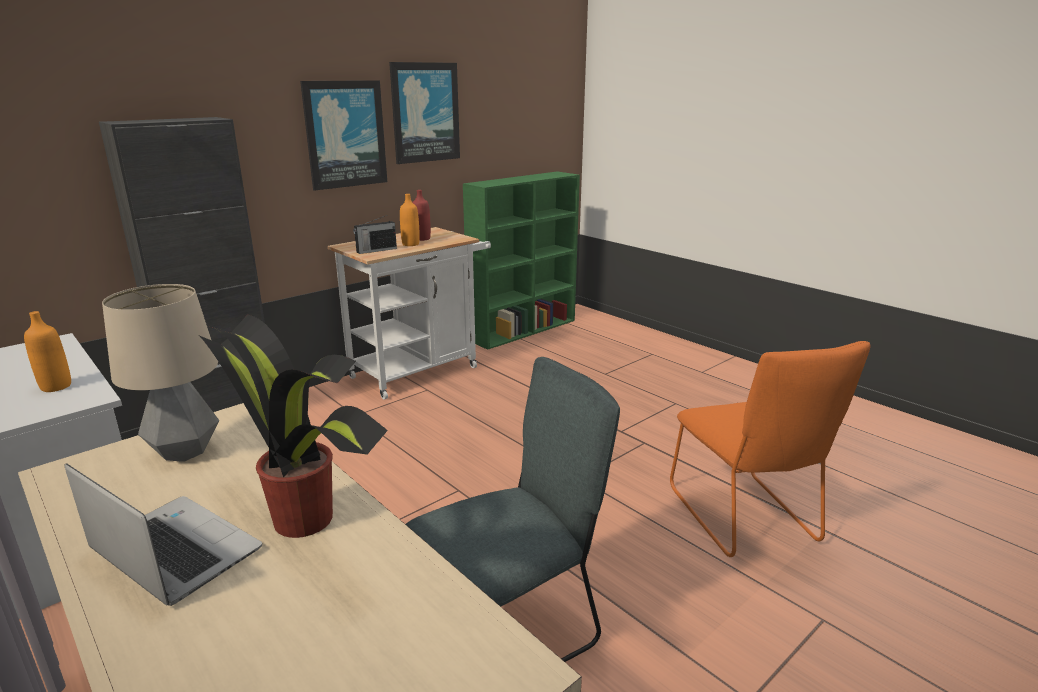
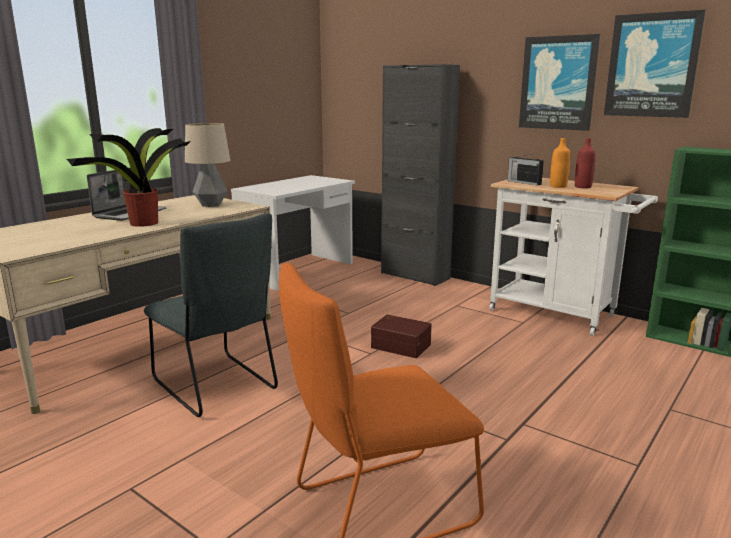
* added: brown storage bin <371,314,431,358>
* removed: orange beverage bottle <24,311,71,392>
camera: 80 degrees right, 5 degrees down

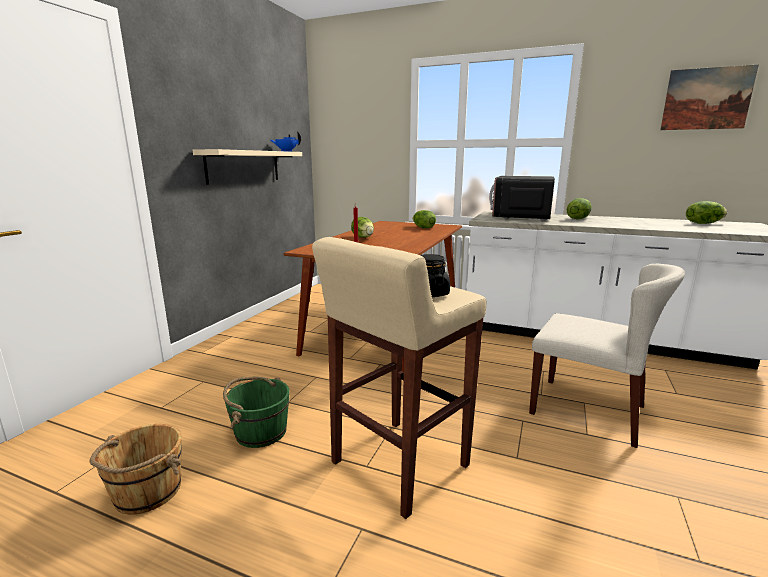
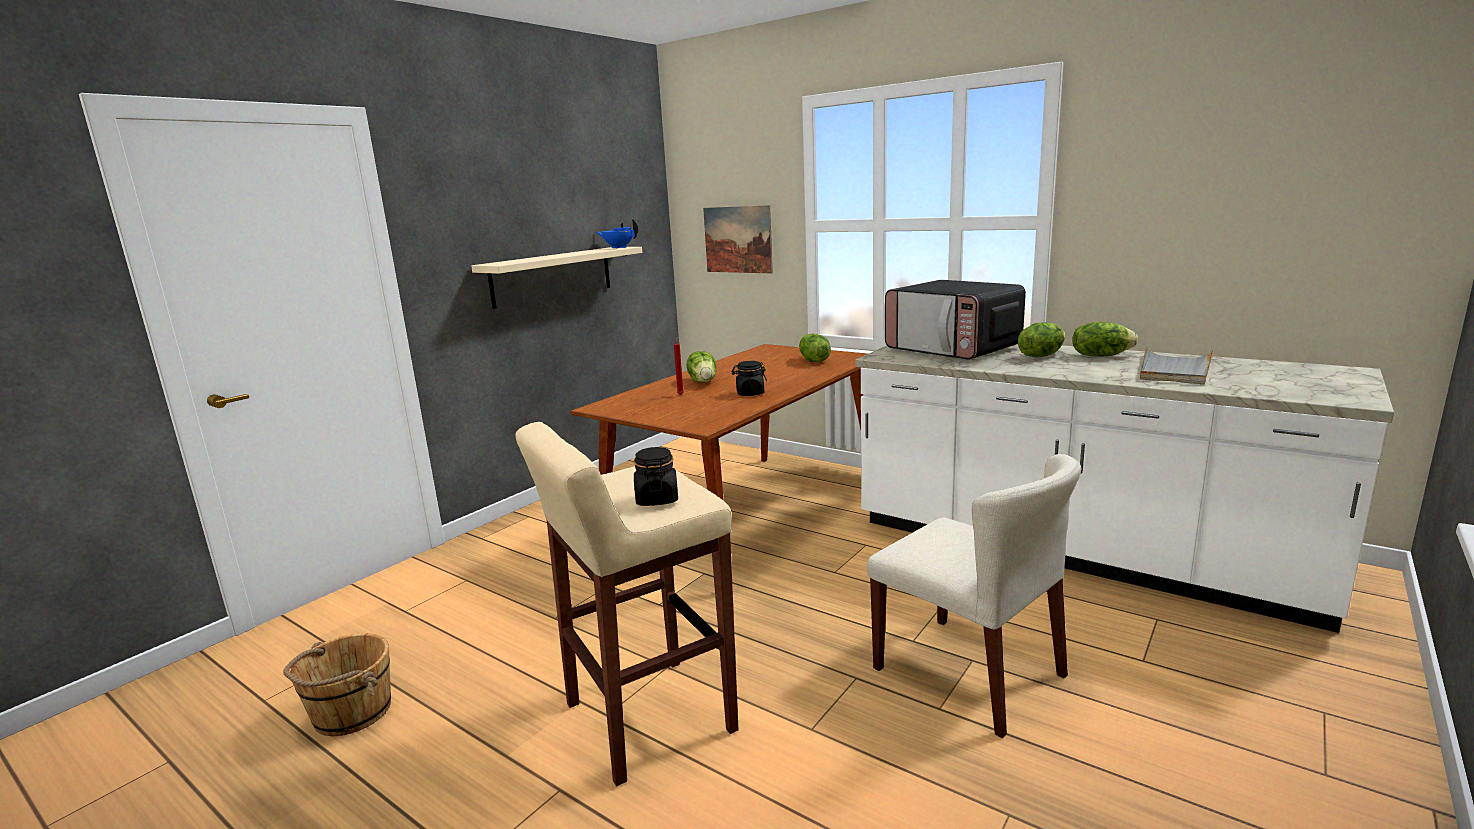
* moved: wall art <660,65,759,130> to <703,205,773,273>
* added: black jar <731,361,767,396>
* turned: kitchen microwave <489,176,555,220> = <885,280,1026,360> 75 degrees counterclockwise
* moved: head of lettuce <686,201,727,224> to <1072,322,1138,357>
* added: gray serving tray <1140,346,1214,384>
* removed: green water bucket <223,376,290,448>
camera: 15 degrees right, 0 degrees up

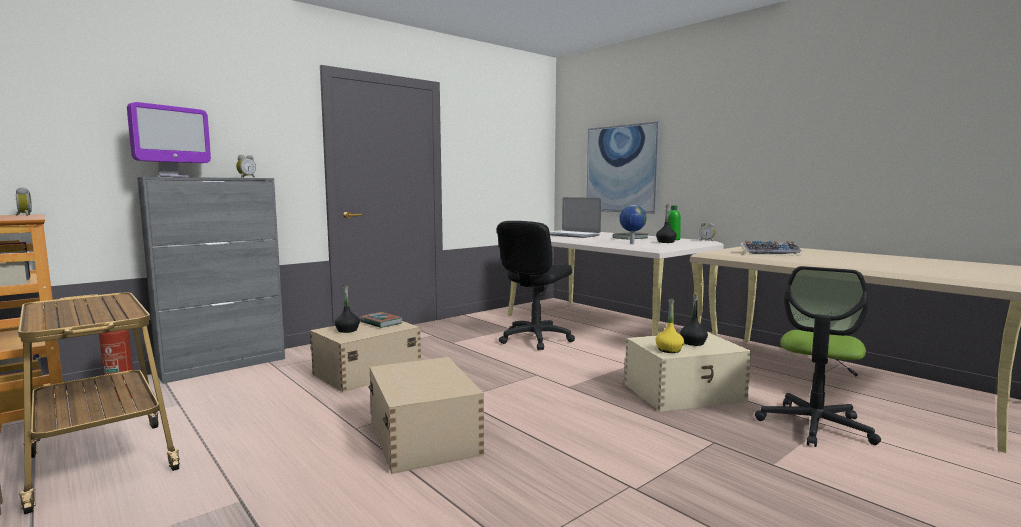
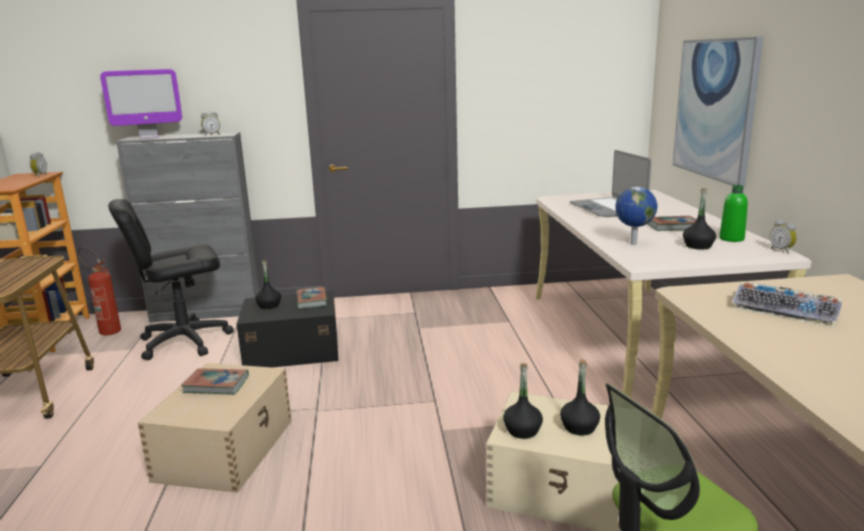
* moved: black computer chair <497,221,575,350> to <108,199,234,360>
* added: bound book <181,368,249,395>
* recoloured: beige-coloured storage bin <310,321,421,392> to black storage bin <236,291,338,368>
* recoloured: yellowish beverage bottle <656,299,684,353> to black beverage bottle <503,363,543,439>
camera: 35 degrees right, 10 degrees up

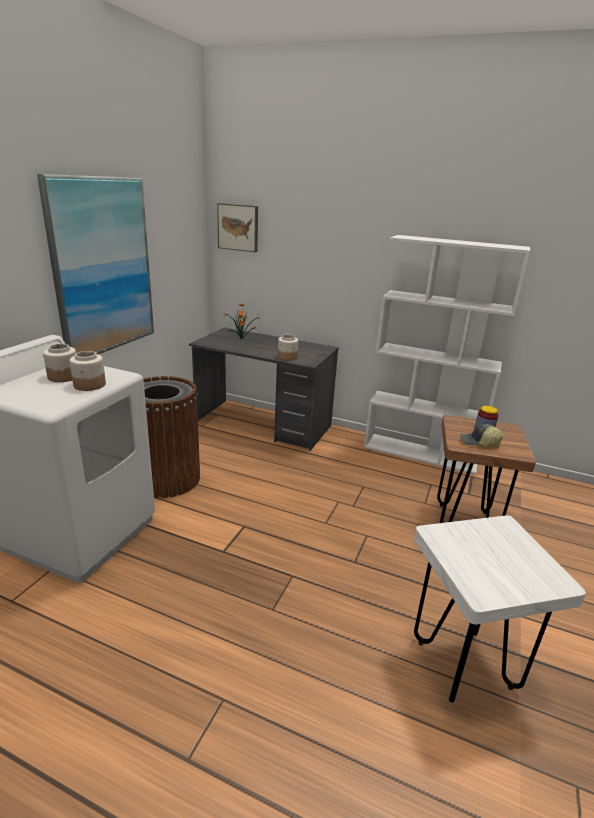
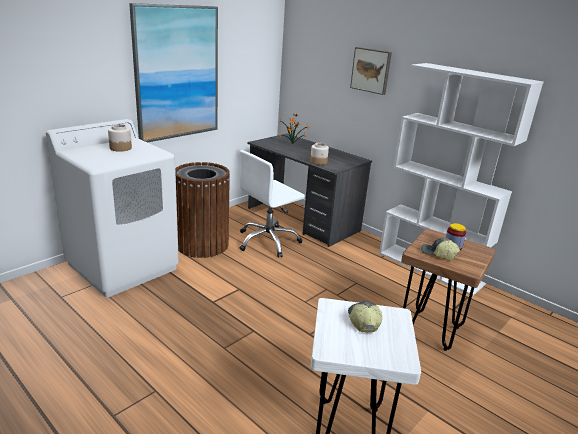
* added: white-coloured computer chair <240,150,305,258>
* added: peaked cap <348,301,382,332>
* moved: wall art <217,203,258,252> to <350,47,392,95>
* removed: jar <70,351,106,391>
camera: 20 degrees right, 0 degrees up

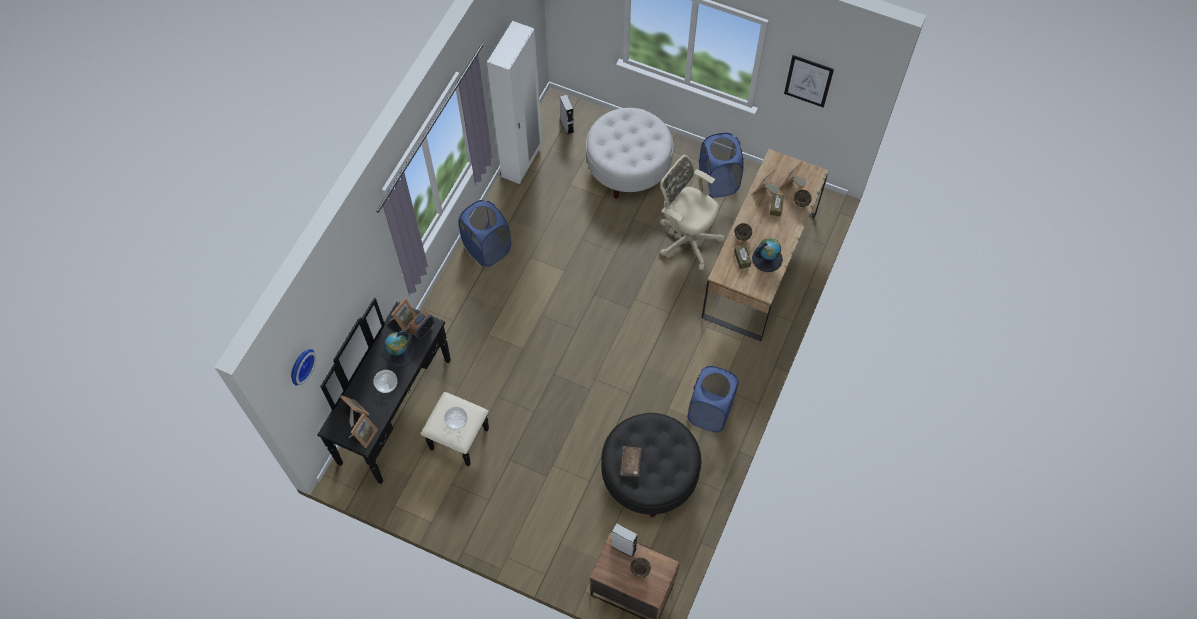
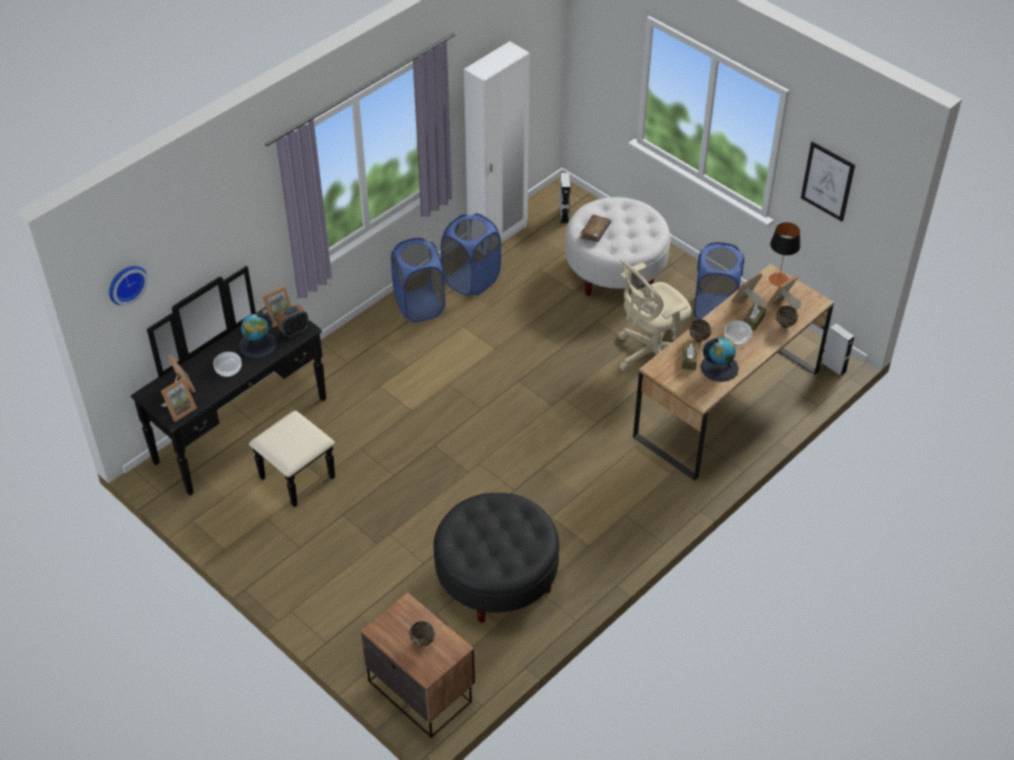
* moved: blue hamper <688,366,739,433> to <441,214,501,296>
* moved: brown bound book <620,446,642,477> to <580,214,611,242>
* turned: beige-coloured computer chair <660,155,724,270> = <619,259,691,371> 90 degrees counterclockwise
* moved: deep dish <444,407,467,430> to <724,320,752,345>
* added: table lamp <769,222,800,287>
* moved: gray audio speaker <611,523,638,557> to <822,323,855,377>
camera: 20 degrees right, 15 degrees down

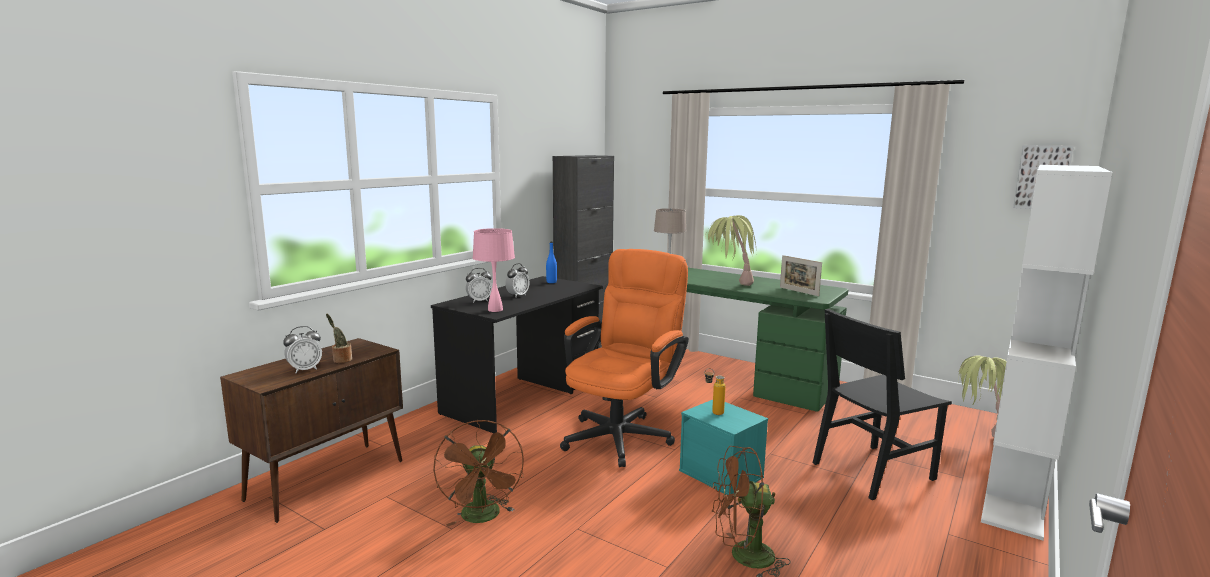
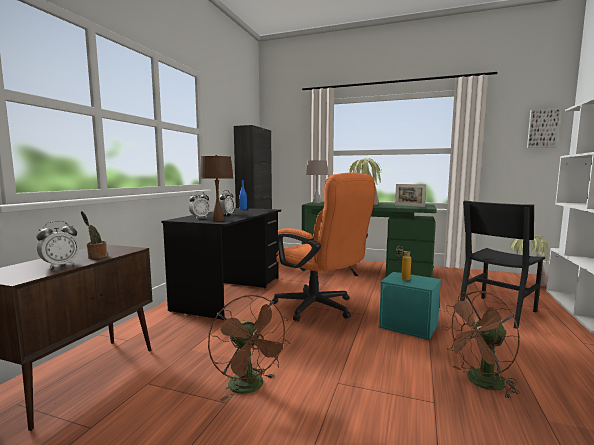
* recoloured: pink-coloured table lamp <473,228,515,312> to brown table lamp <200,155,233,221>
* turned: orange computer chair <560,249,689,467> = <272,172,375,321> 120 degrees clockwise
camera: 15 degrees left, 5 degrees down

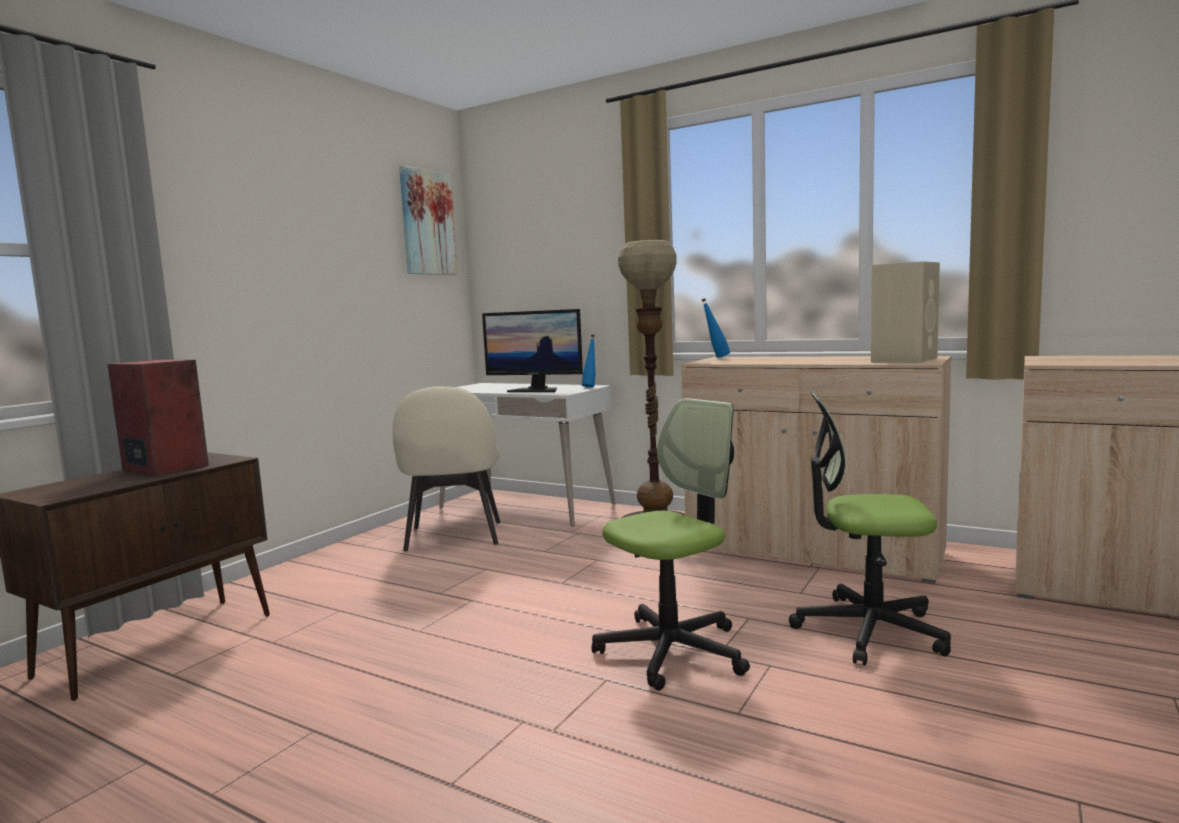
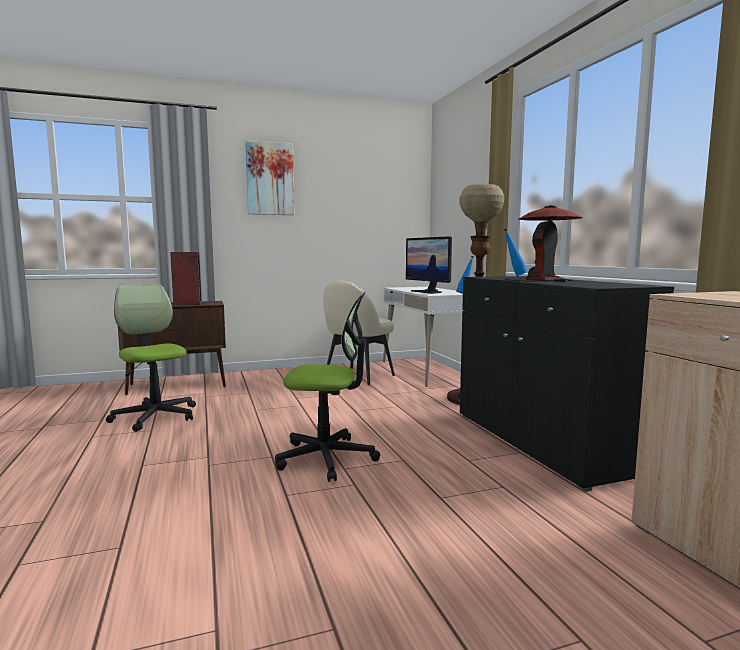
* moved: computer chair <789,391,951,666> to <106,283,196,432>
* moved: wall art <399,165,458,275> to <245,140,295,215>
* recoloured: beige-coloured storage cabinet <681,356,951,583> to black storage cabinet <460,276,674,492>
* added: table lamp <506,205,583,282>
* removed: beige-coloured audio speaker <871,261,940,363>
camera: 40 degrees right, 0 degrees up

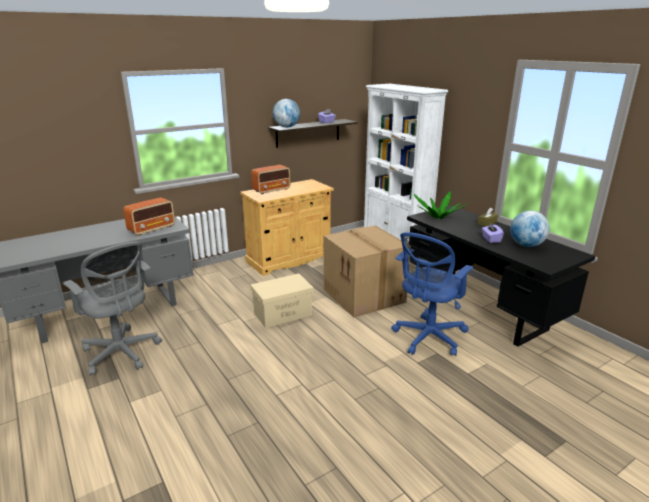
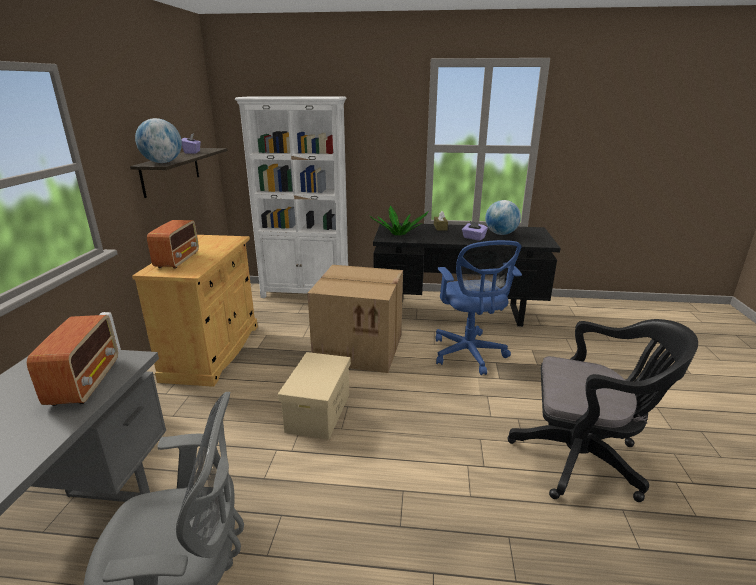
* added: black computer chair <507,319,698,502>
camera: 50 degrees left, 0 degrees up

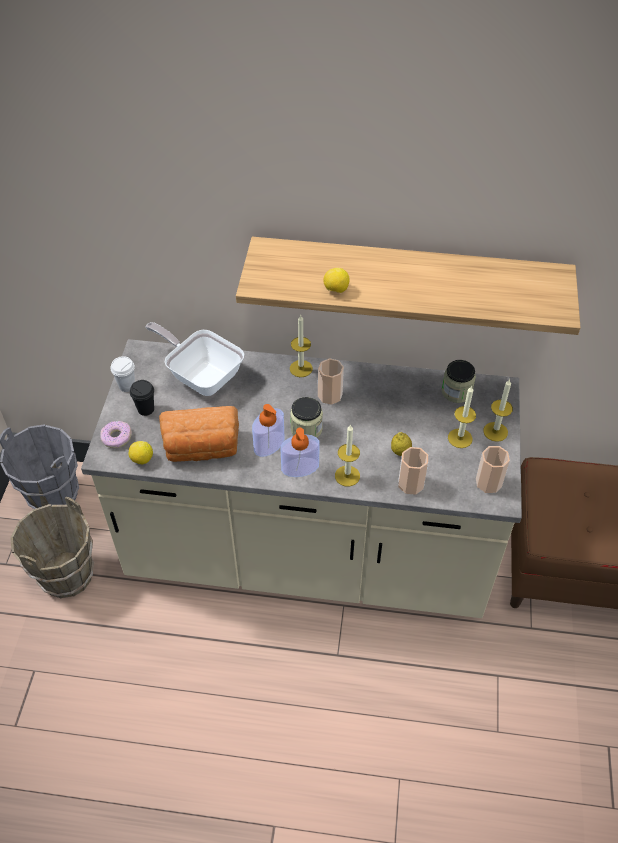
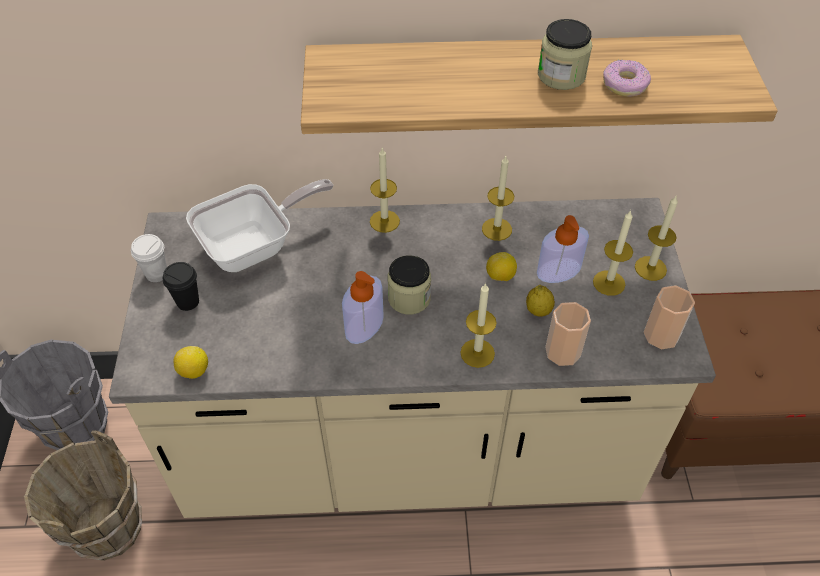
* turned: frying pan <145,322,244,396> = <186,179,333,272> 120 degrees clockwise
* added: wax light <482,156,514,241>
* moved: whole lemon <323,268,349,293> to <486,252,517,281>
* moved: soap dispenser <281,428,320,477> to <537,215,589,283>
* moved: jar <441,360,476,403> to <538,19,592,90>
* moved: doughnut <100,421,132,448> to <603,60,651,97>
* removed: bakery bread <159,406,239,462>
* removed: drinking cup <318,358,344,405>
camera: 10 degrees left, 0 degrees up

